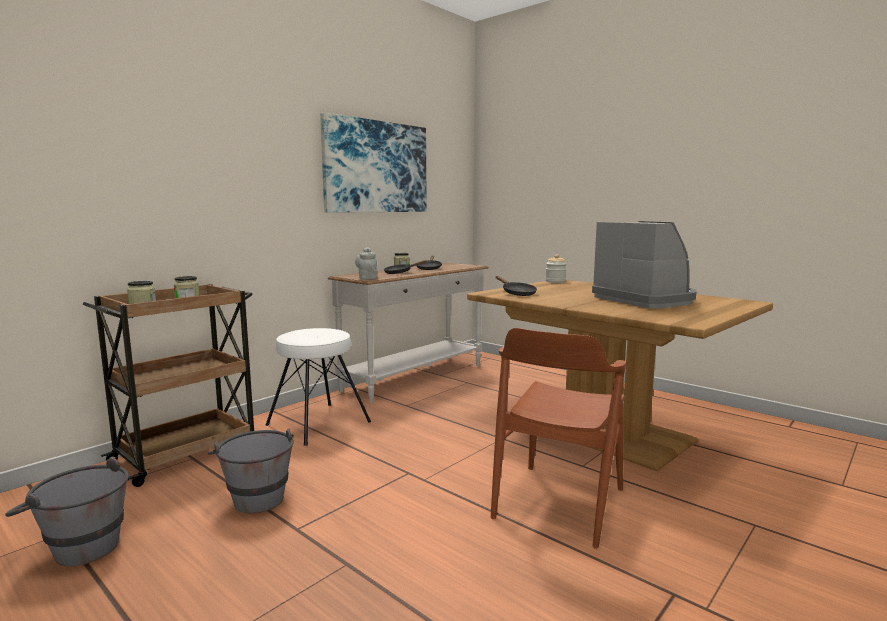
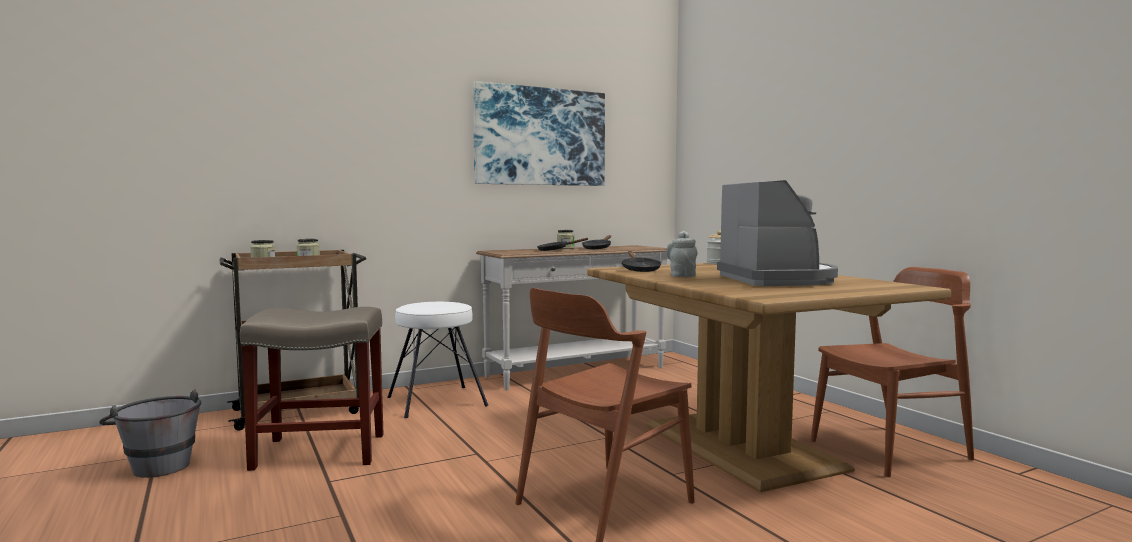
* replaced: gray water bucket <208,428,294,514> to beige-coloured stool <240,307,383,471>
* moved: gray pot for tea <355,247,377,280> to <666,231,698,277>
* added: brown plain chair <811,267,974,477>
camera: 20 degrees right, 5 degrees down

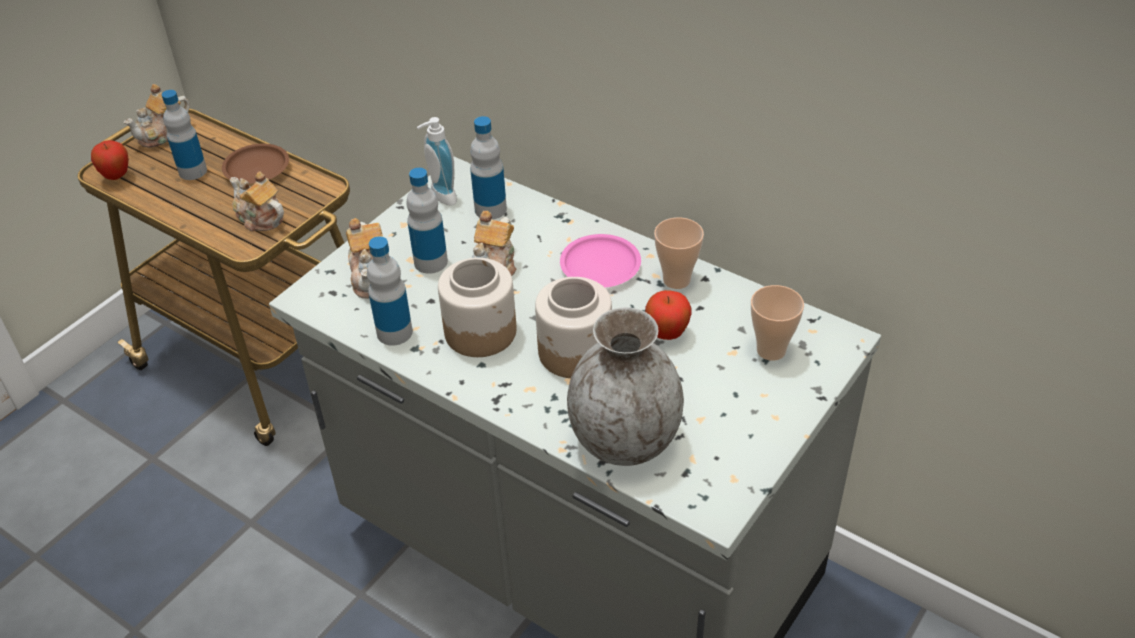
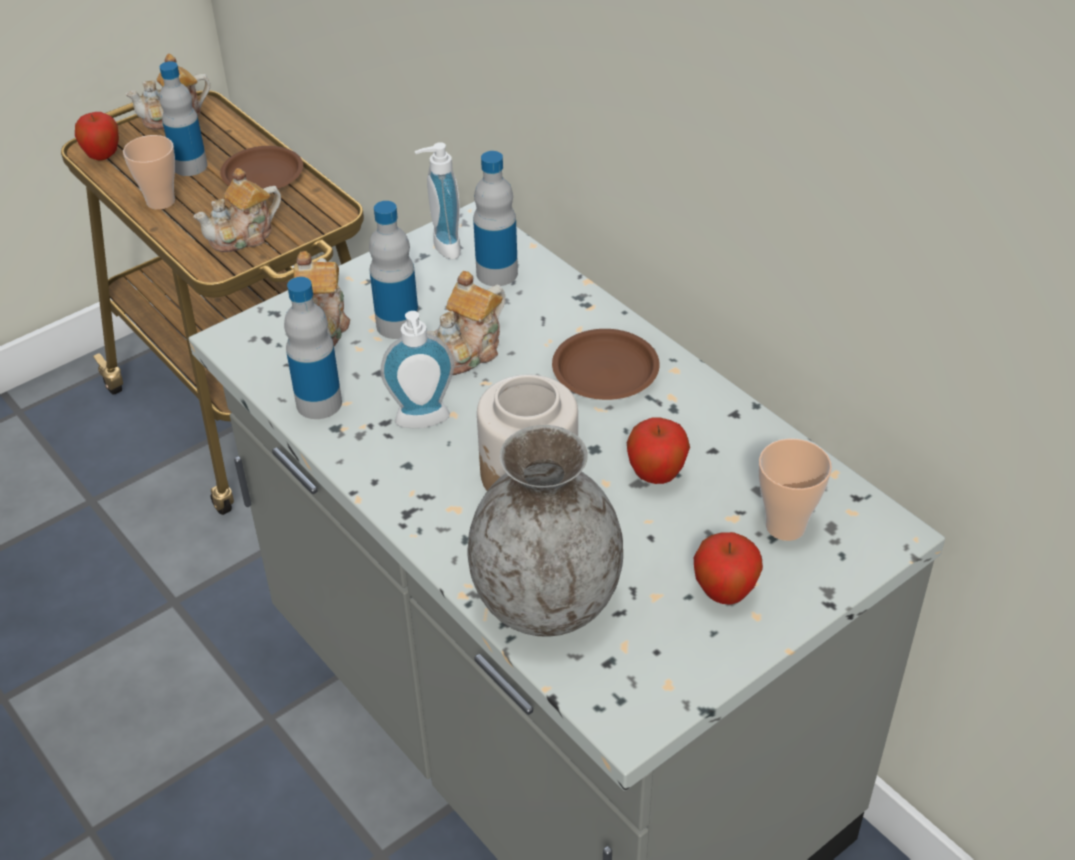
* moved: drinking cup <654,217,704,289> to <123,135,175,210>
* turned: pot for tea <229,171,284,231> = <193,168,281,252> 90 degrees counterclockwise
* replaced: jar <438,258,517,357> to soap dispenser <380,311,454,428>
* recoloured: pink-coloured plate <560,234,641,287> to brown plate <552,329,660,400>
* added: whole apple <694,532,763,605>
camera: 15 degrees right, 0 degrees up

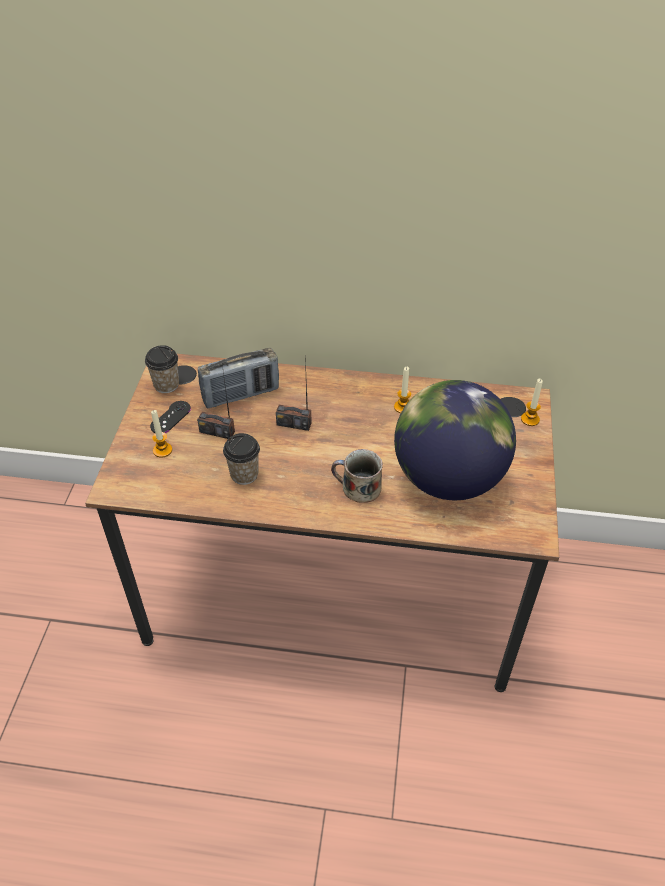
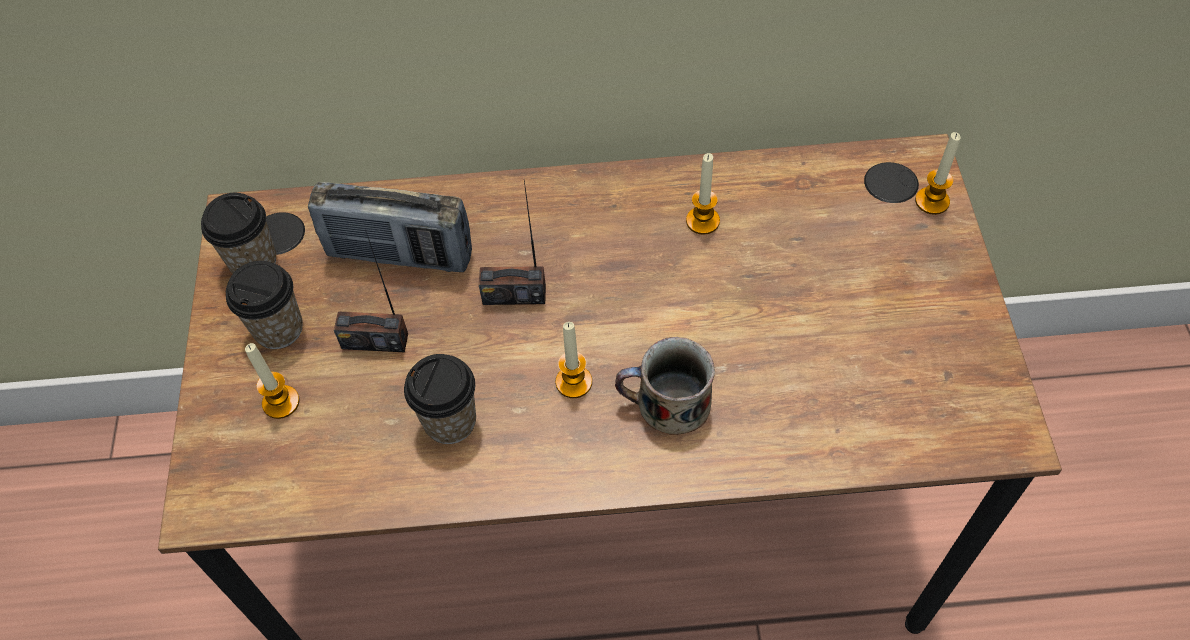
* replaced: black game controller <150,401,191,433> to drinking cup <226,261,303,349>
* turned: radio <198,348,279,409> = <308,182,472,272> 45 degrees clockwise
* added: wax light <555,322,592,398>
* removed: desk globe <394,380,516,500>
camera: 10 degrees left, 10 degrees up

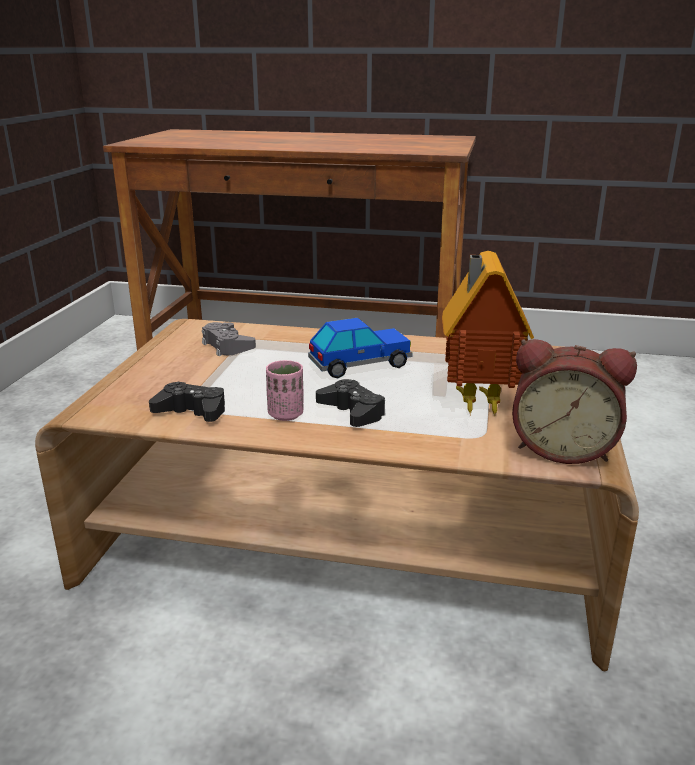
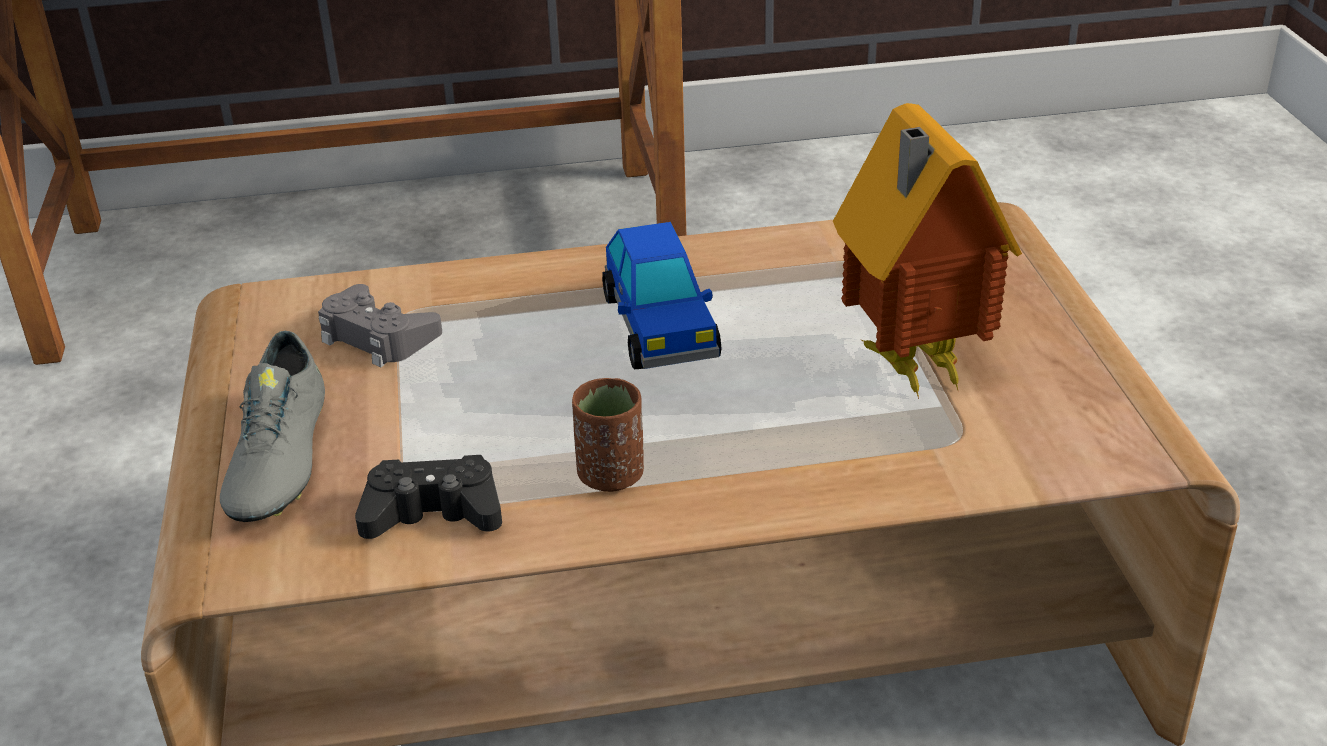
* added: gray item of footwear <220,331,325,522>
* recoloured: pink-coloured drinking cup <266,360,303,421> to brown drinking cup <572,378,644,492>
* turned: miniature car <308,318,413,378> = <602,222,722,369> 120 degrees clockwise
* removed: black game controller <316,379,386,427>
* removed: alarm clock <512,339,637,464>
camera: 20 degrees left, 10 degrees up

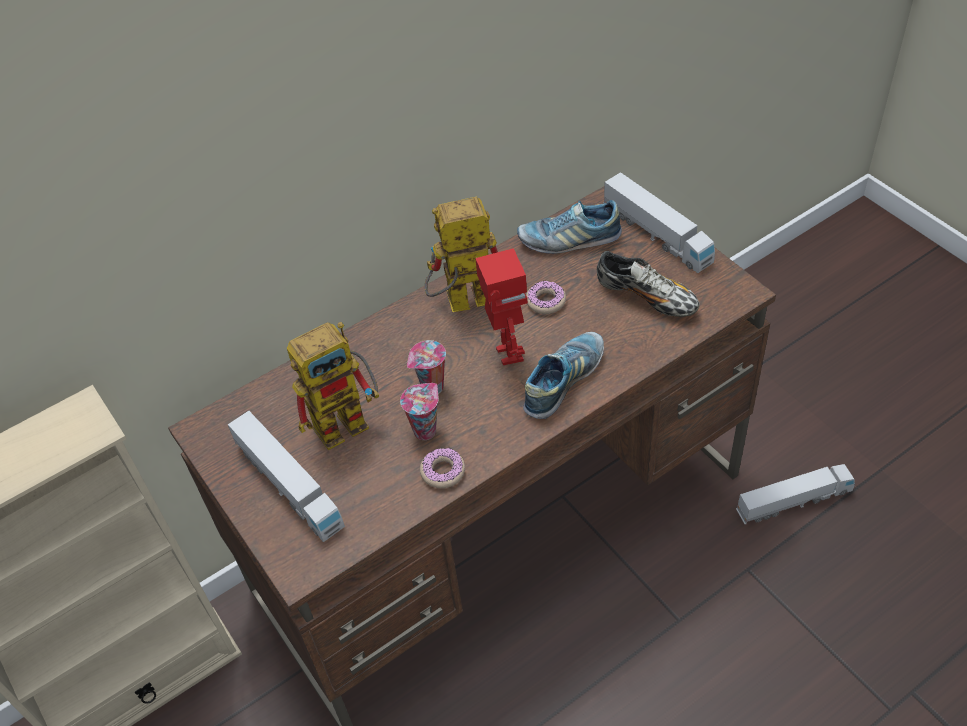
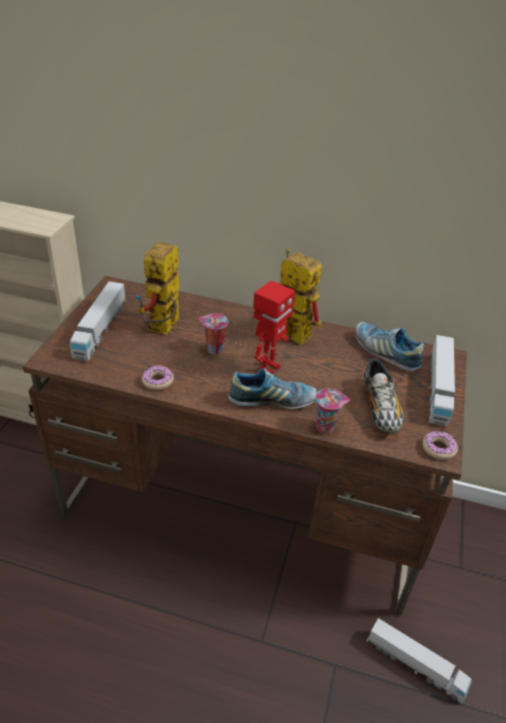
* turned: model robot <287,322,379,450> = <136,241,180,334> 90 degrees clockwise
* moved: drinking cup <400,383,439,440> to <316,389,350,434>
* moved: doughnut <526,281,566,314> to <423,431,458,460>
camera: 45 degrees right, 10 degrees down

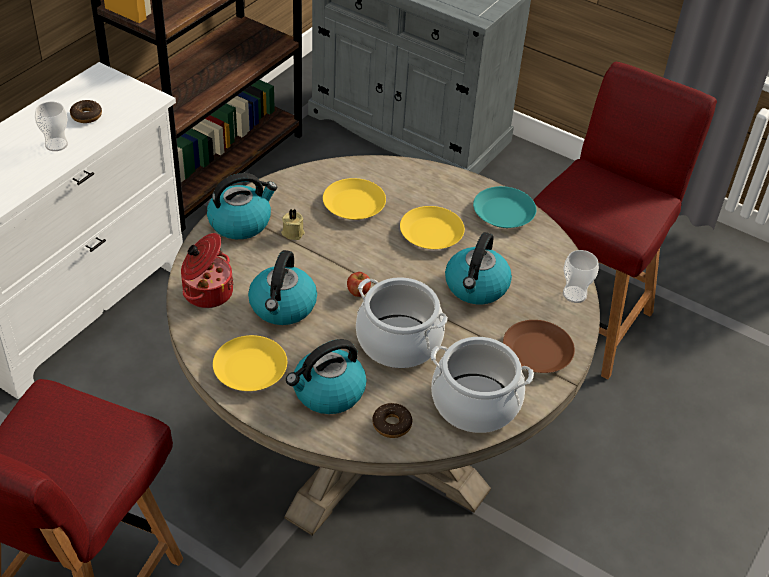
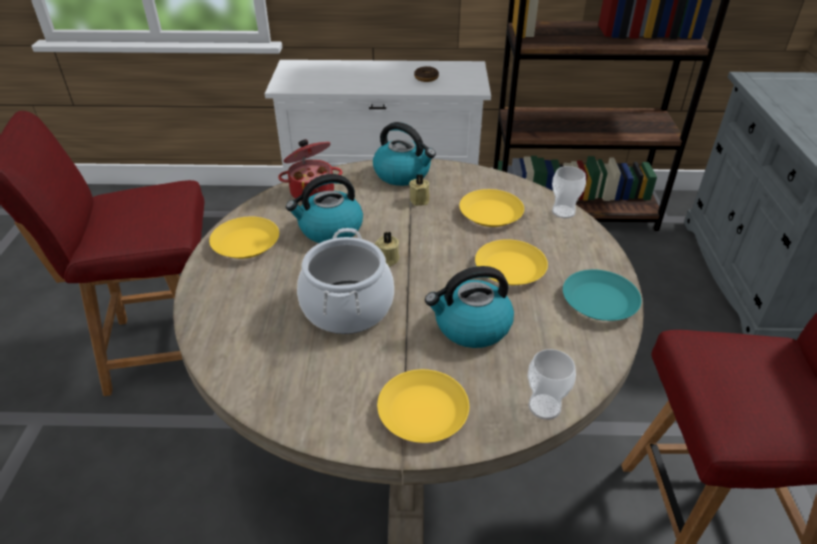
* replaced: whole apple <347,272,371,297> to beige-coloured wax light <375,232,400,267>
* recoloured: brown plate <503,320,575,373> to yellowish plate <377,369,469,443>
* moved: drinking cup <35,102,68,151> to <552,166,586,219>
* removed: tea kettle <286,339,366,414>
* removed: doughnut <372,403,412,438>
* removed: stockpot <431,337,534,433>
camera: 60 degrees right, 5 degrees down

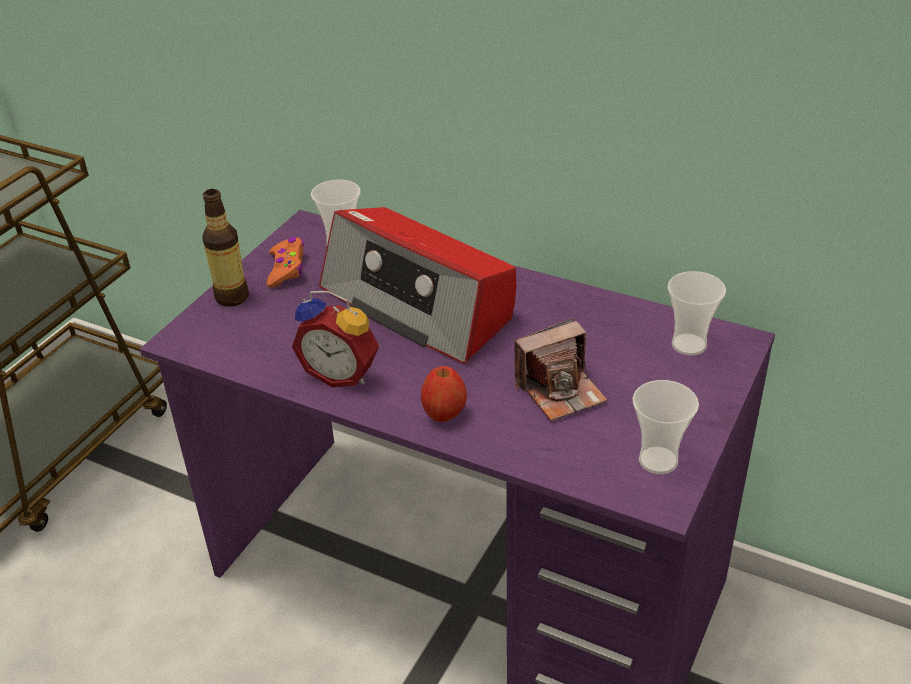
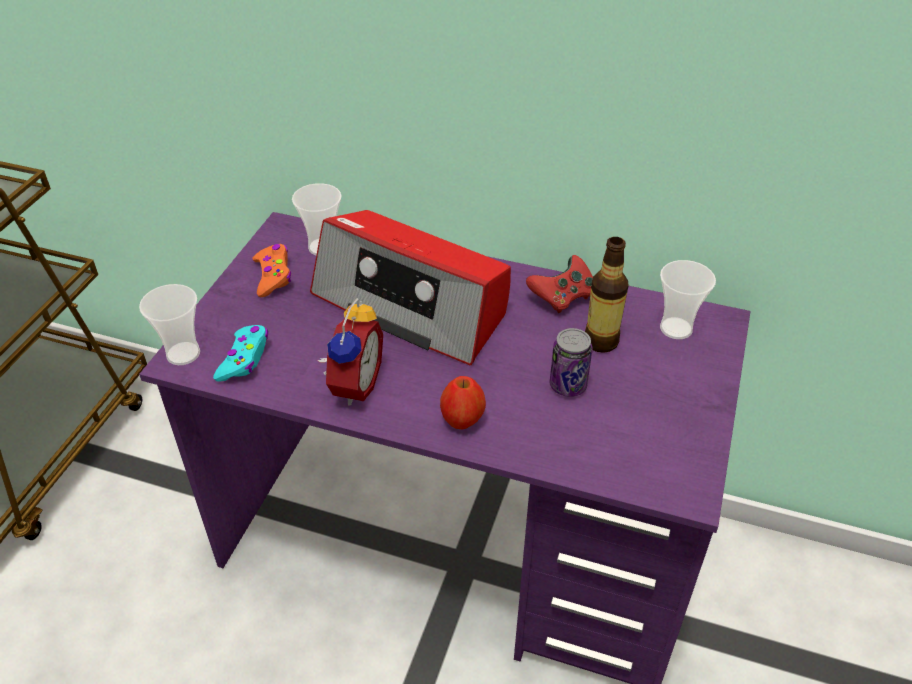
* moved: drinking cup <633,380,699,474> to <139,284,200,365>
* added: blue-green game controller <213,325,268,381>
* turned: alarm clock <292,291,379,387> = <317,298,383,406> 90 degrees counterclockwise
* added: red game controller <526,255,593,313>
* replaced: still camera <514,318,607,421> to metal can <550,328,593,397>
* moved: beverage bottle <202,189,249,307> to <585,237,629,353>
camera: 10 degrees left, 5 degrees up

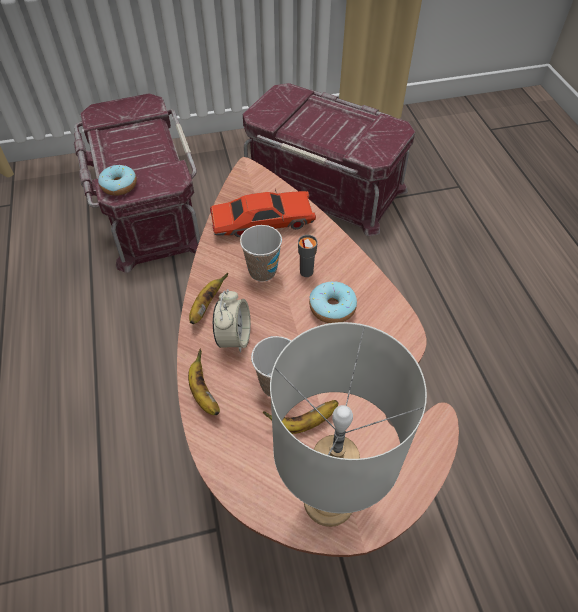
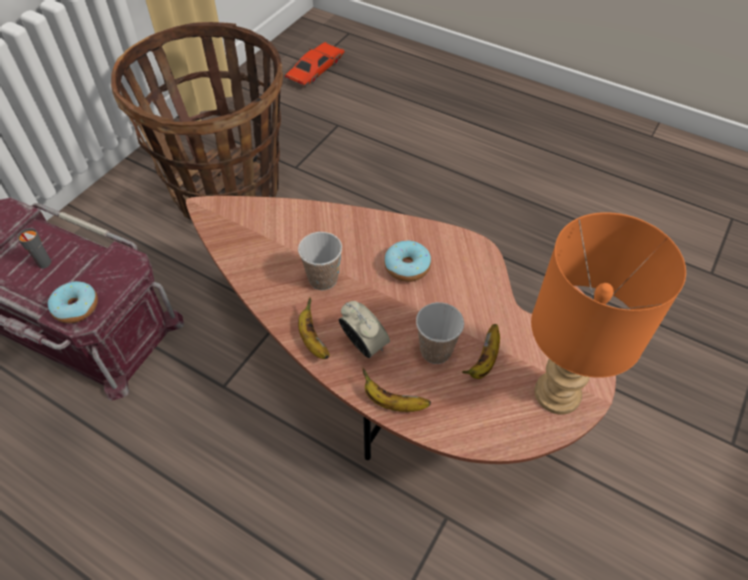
* moved: gray drinking cup <298,235,318,277> to <17,228,52,268>
* replaced: red storage bin <243,83,415,236> to household basket <111,22,283,220>
* moved: red miniature car <210,188,316,237> to <284,42,345,88>
* recoloured: gray table lamp <270,322,427,527> to orange table lamp <531,212,686,415>
camera: 45 degrees left, 0 degrees up

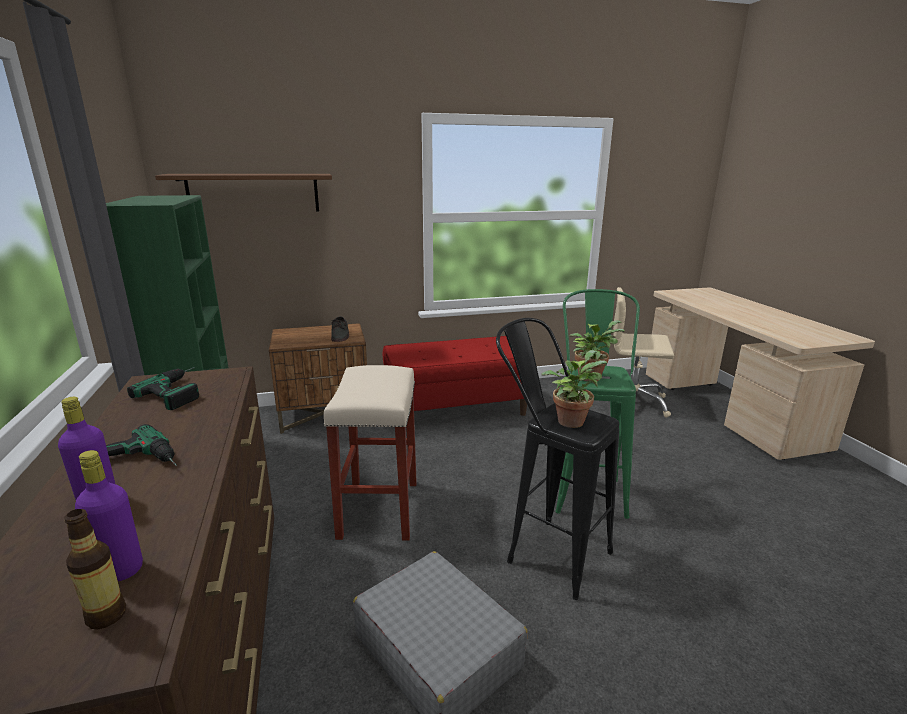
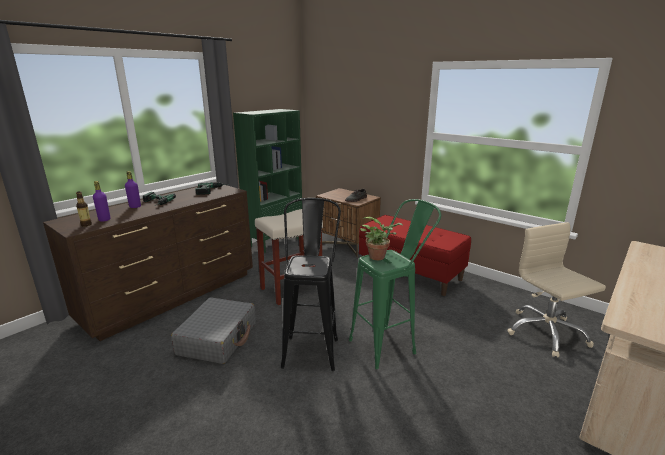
* removed: brown shelf <155,174,332,212>
* removed: plant in a pot <541,350,607,428>
camera: 55 degrees right, 0 degrees up

